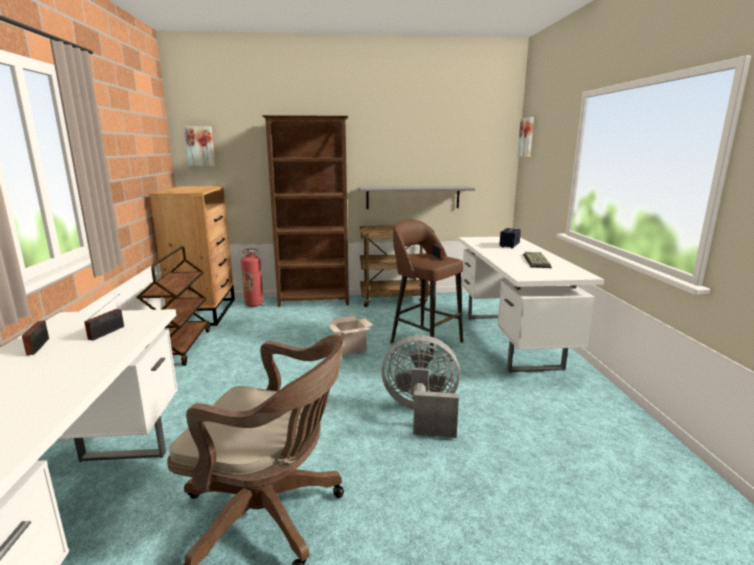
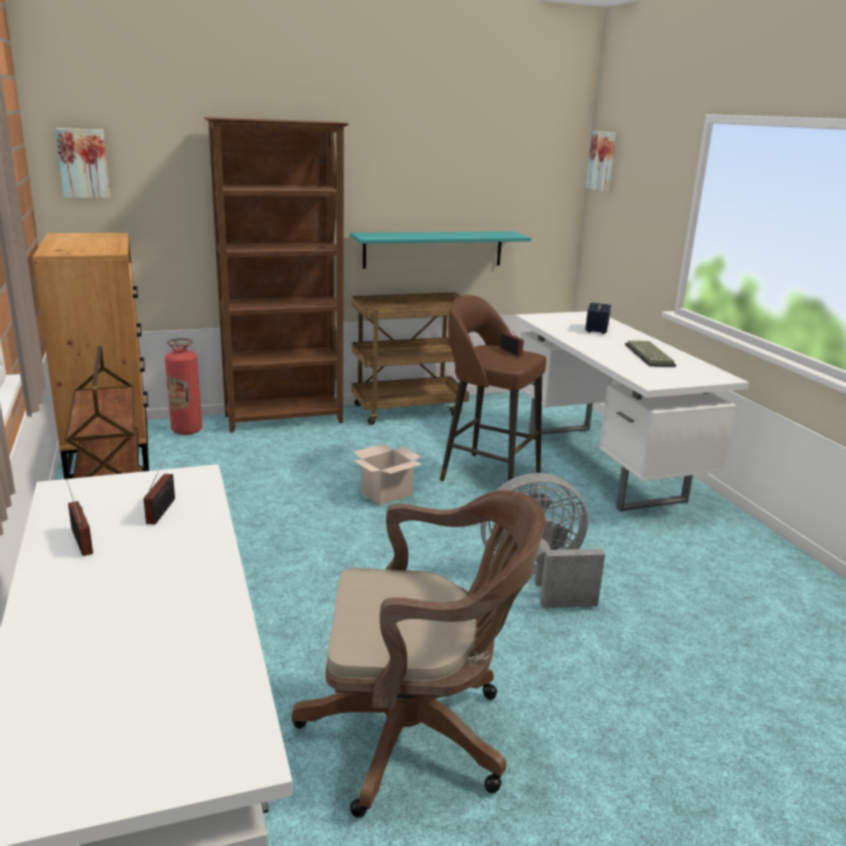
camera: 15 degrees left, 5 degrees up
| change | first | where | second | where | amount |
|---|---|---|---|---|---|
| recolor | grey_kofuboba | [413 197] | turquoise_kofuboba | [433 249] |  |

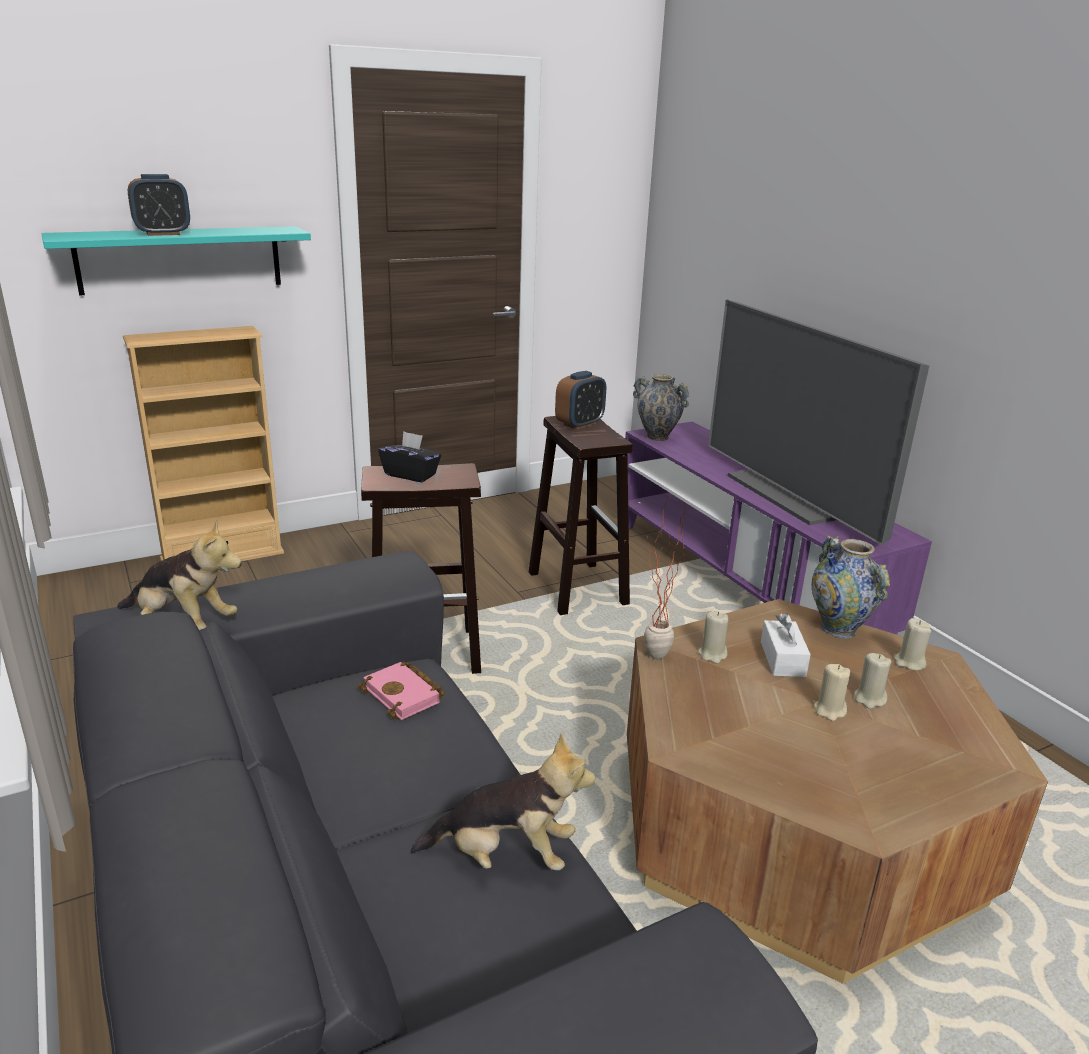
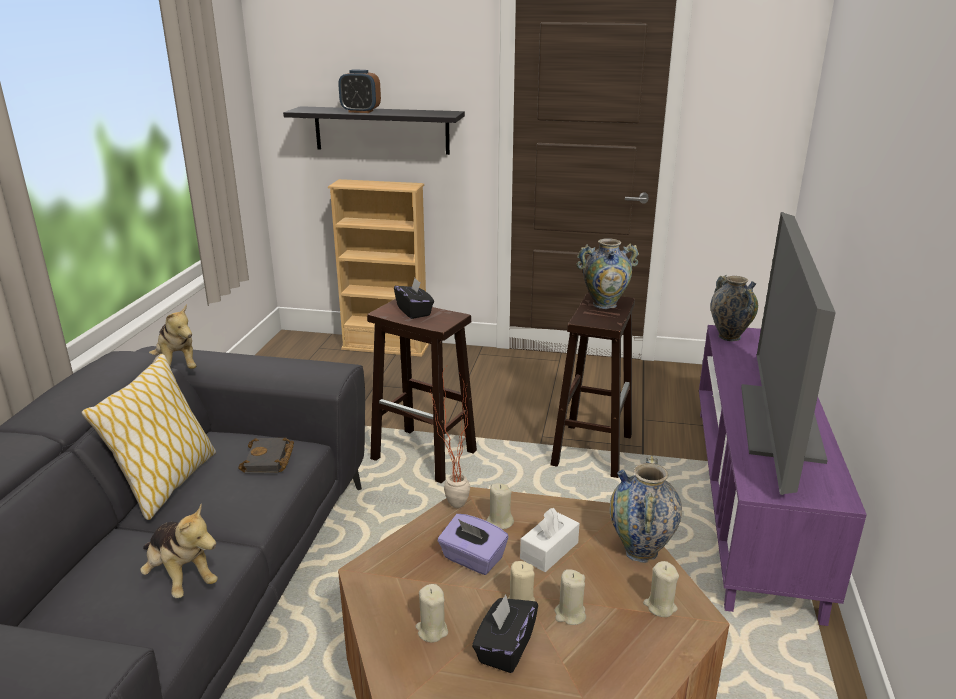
camera: 40 degrees right, 0 degrees up
| change | first | where | second | where | amount |
|---|---|---|---|---|---|
| recolor | turquoise_kofuboba | [180 259] | black_kofuboba | [381 130] |  |
| replace | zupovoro | [579 424] | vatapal | [604 304] |  |
| recolor | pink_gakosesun | [405 695] | black_gakosesun | [269 460] |  |
| insert |  |  | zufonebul | [167 484] |  |
| insert |  |  | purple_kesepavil | [472 559] |  |
| insert |  |  | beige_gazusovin | [432 630] |  |
| insert |  |  | black_kesepavil | [505 648] |  |

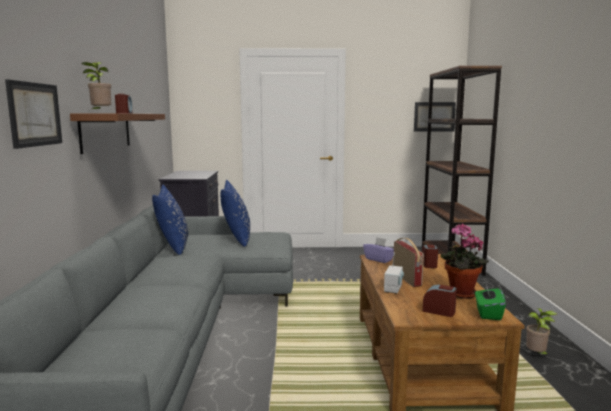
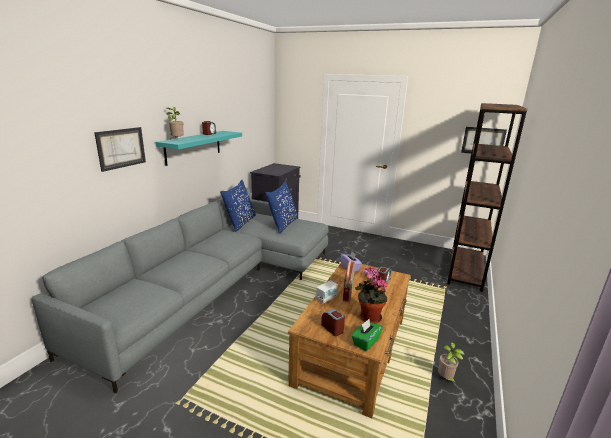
camera: 25 degrees right, 10 degrees up
| change | first | where | second | where | amount |
|---|---|---|---|---|---|
| recolor | brown_kofuboba | [106 131] | turquoise_kofuboba | [193 147] |  |

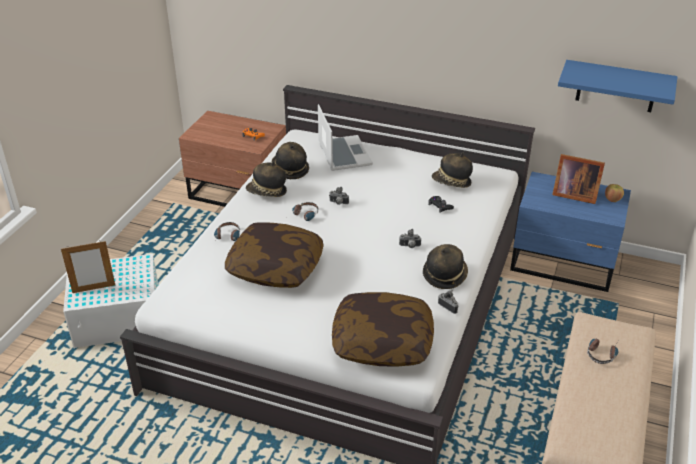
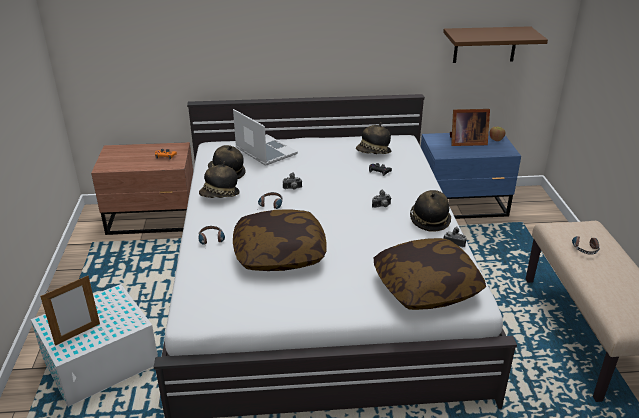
camera: 25 degrees left, 5 degrees down
| change | first | where | second | where | amount |
|---|---|---|---|---|---|
| recolor | blue_kofuboba | [616 86] | brown_kofuboba | [485 44] |  |

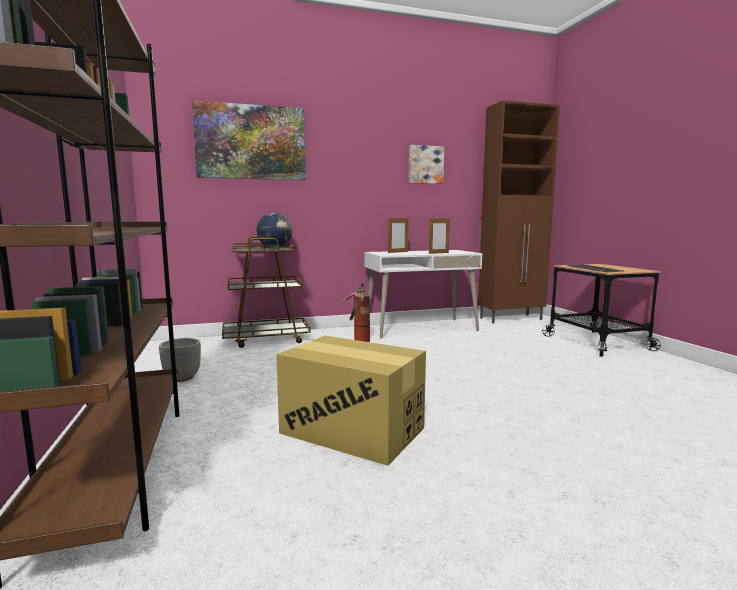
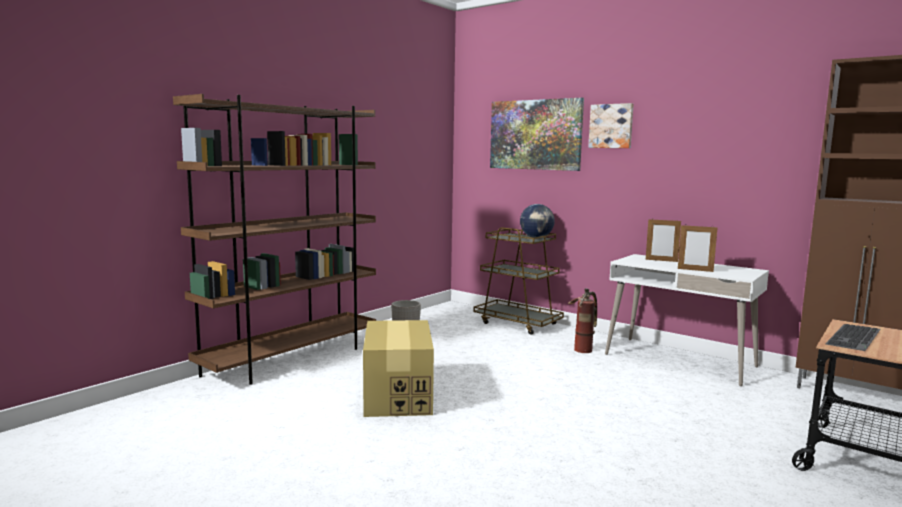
camera: 55 degrees right, 0 degrees up
| change | first | where | second | where | amount |
|---|---|---|---|---|---|
| move | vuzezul | [425 165] |  | [611 126] |  |

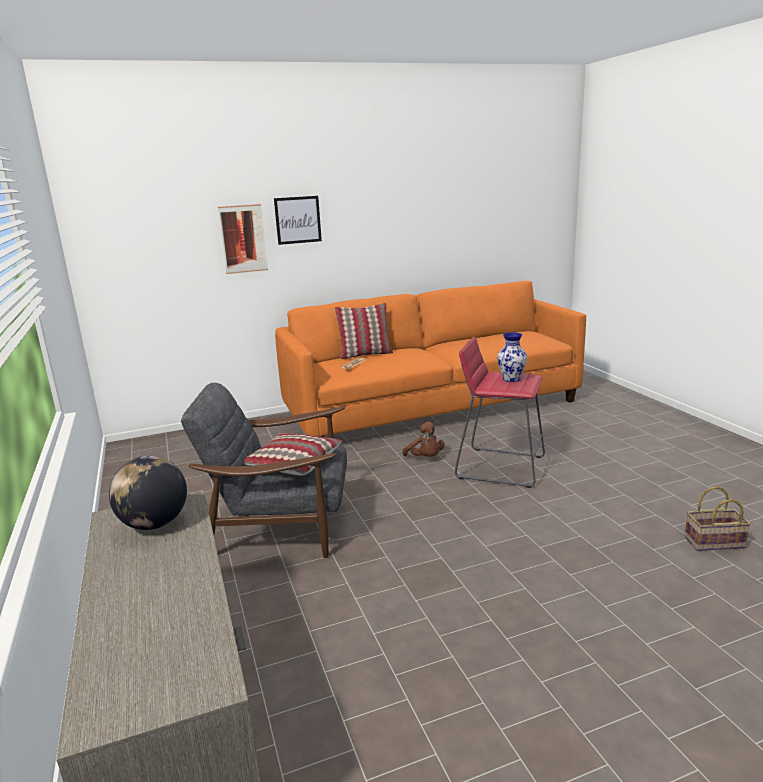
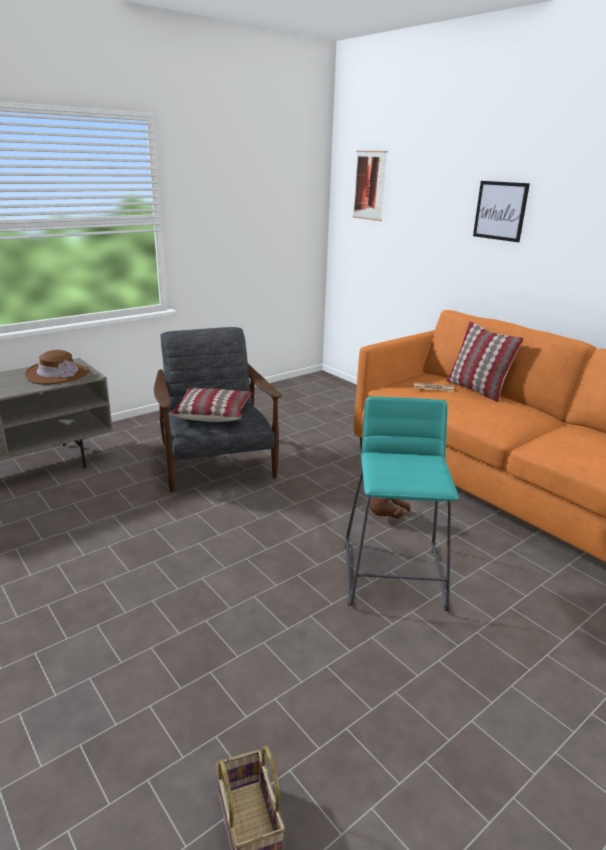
camera: 70 degrees right, 5 degrees up
| change | first | where | second | where | amount |
|---|---|---|---|---|---|
| move | vuzezul | [243 239] |  | [369 185] |  |
| delete | vatapal | [512 379] |  |  |  |
| recolor | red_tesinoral | [500 467] | turquoise_tesinoral | [394 575] |  |
| replace | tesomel | [154 524] | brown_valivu | [57 374] |  |

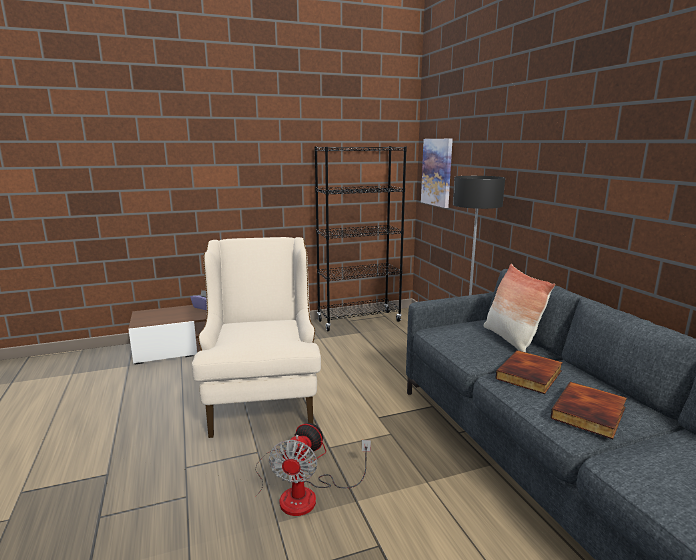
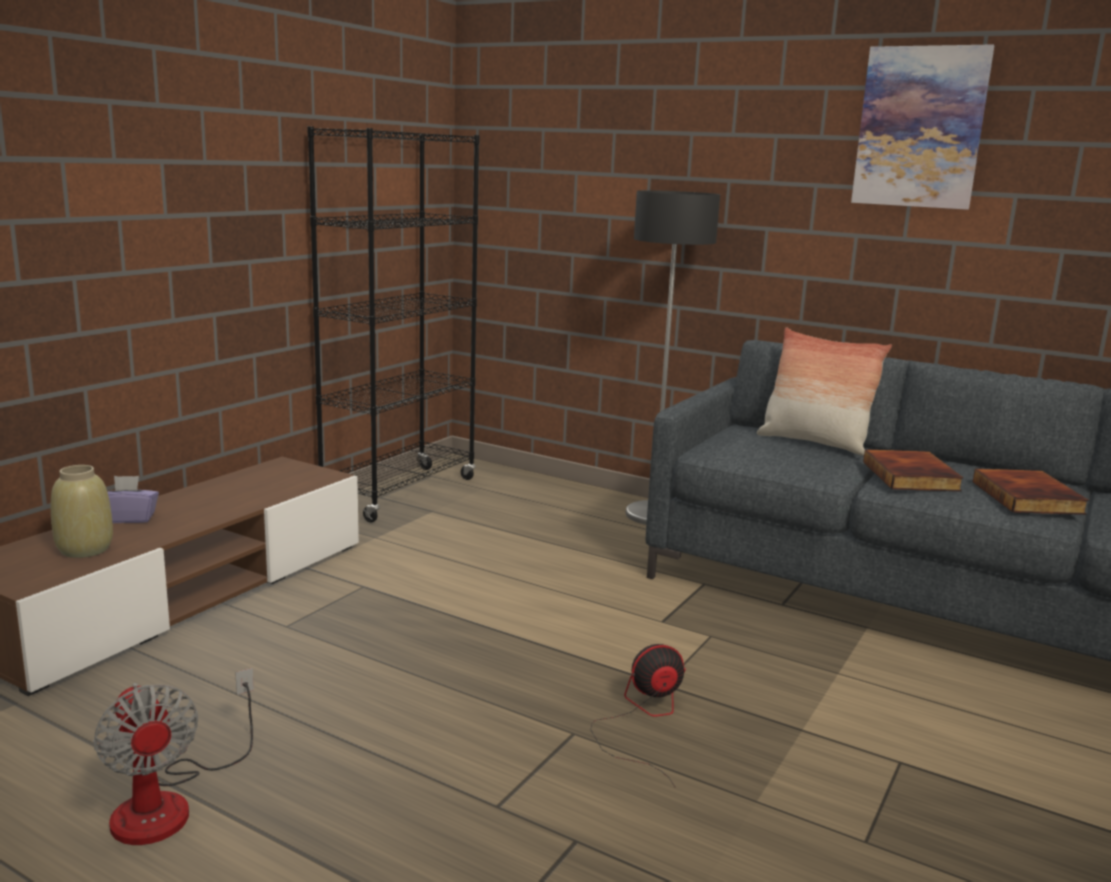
camera: 40 degrees left, 0 degrees up
| change | first | where | second | where | amount |
|---|---|---|---|---|---|
| move | vuzezul | [437 172] |  | [920 128] |  |
| delete | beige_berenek | [263 396] |  |  |  |
| move | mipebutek | [310 496] |  | [170 802] |  |
| insert |  |  | beige_vatapal | [84 550] |  |

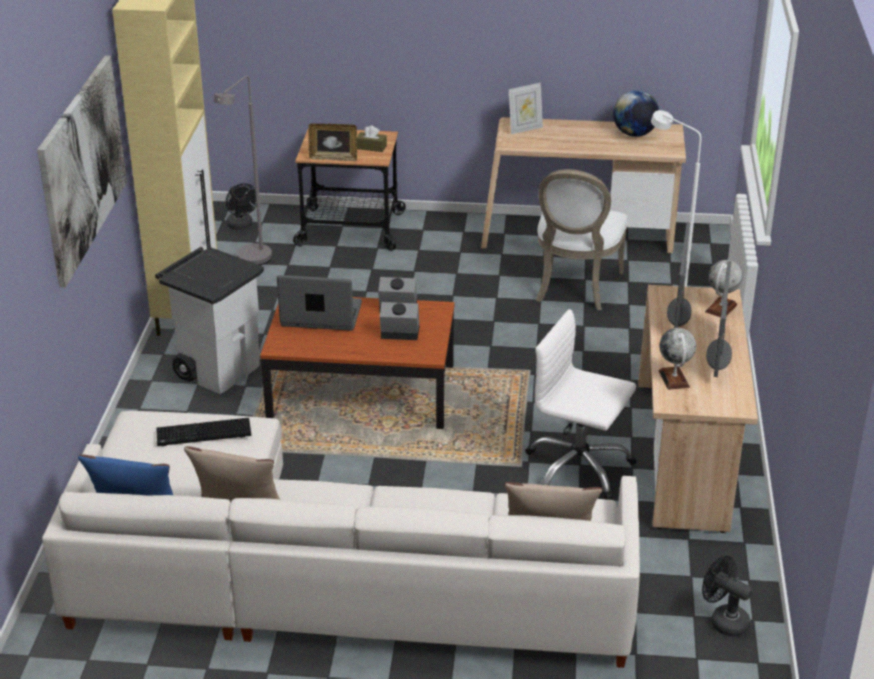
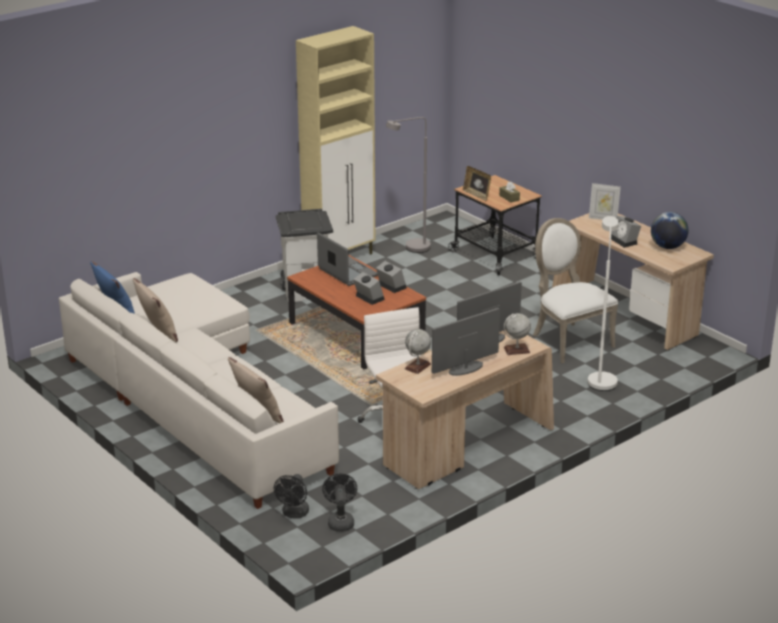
camera: 45 degrees right, 5 degrees down
| change | first | where | second | where | amount |
|---|---|---|---|---|---|
| delete | vuzezul | [82 167] |  |  |  |
| rotate | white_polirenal | [575 288] |  | [568 340] | 90 degrees clockwise |
| move | black_mipebutek | [241 226] |  | [294 514] |  |
| delete | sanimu | [203 434] |  |  |  |
| insert |  |  | zupovoro | [625 241] |  |

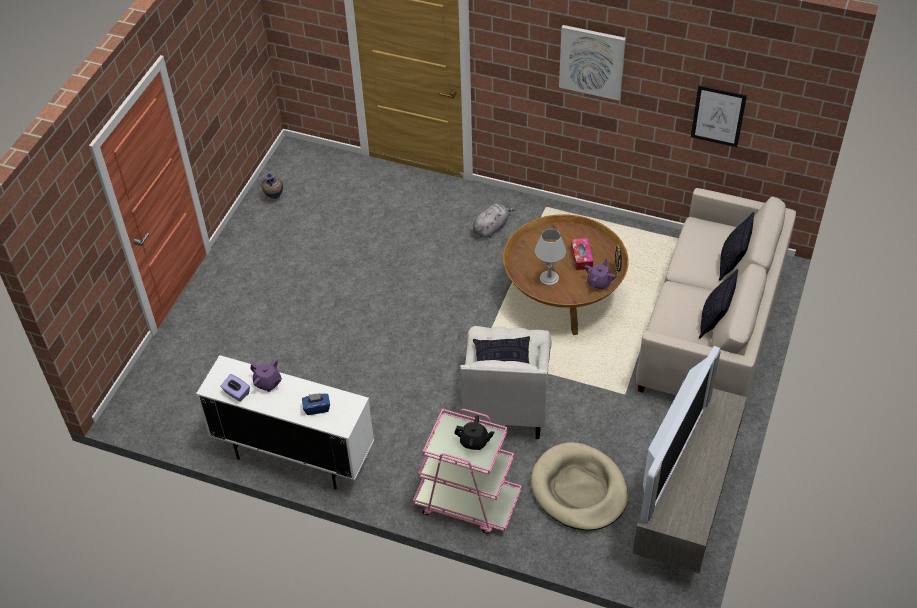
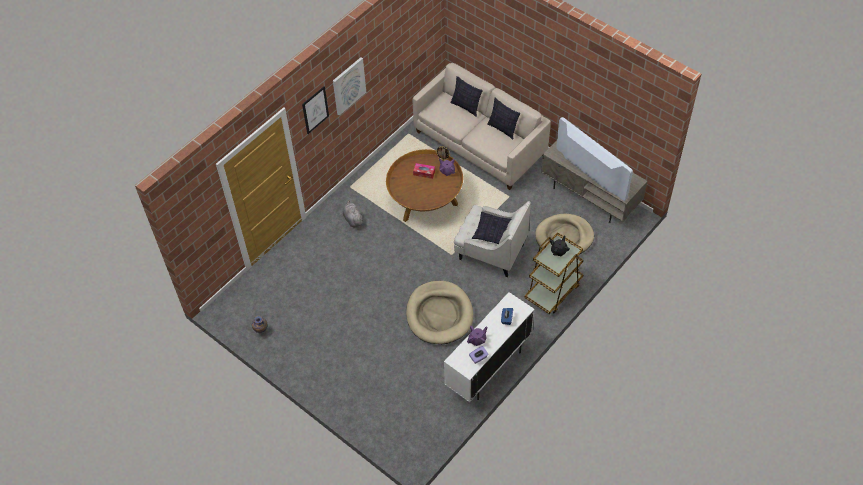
camera: 70 degrees left, 5 degrees up
| change | first | where | second | where | amount |
|---|---|---|---|---|---|
| move | vuzezul | [718 116] |  | [315 110] |  |
| delete | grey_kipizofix | [549 278] |  |  |  |
| recolor | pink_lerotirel | [467 502] | brown_lerotirel | [553 291] |  |
| insert |  |  | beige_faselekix | [439 314] |  |

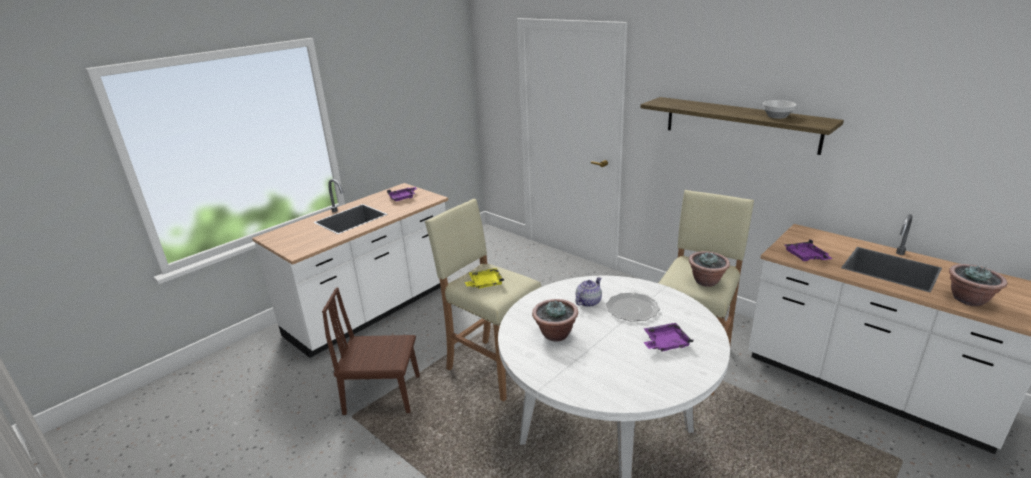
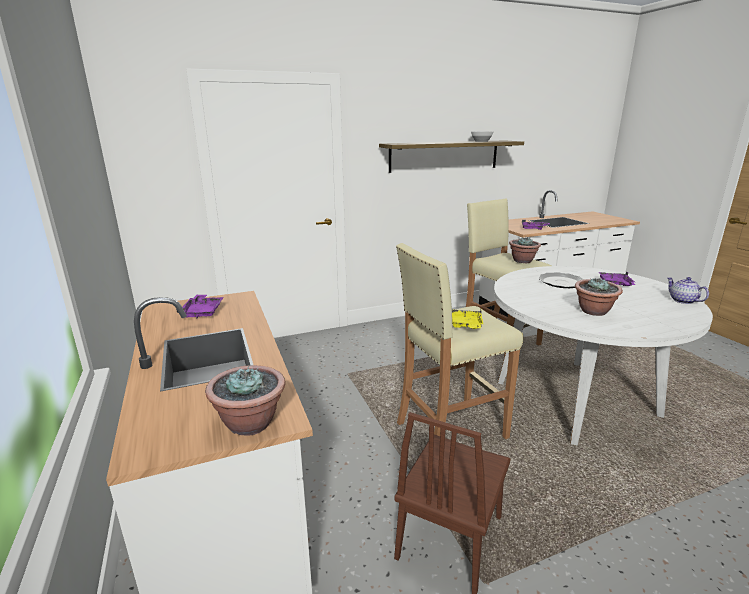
camera: 65 degrees left, 5 degrees down
| change | first | where | second | where | amount |
|---|---|---|---|---|---|
| move | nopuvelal | [969 299] |  | [250 423] |  |
| move | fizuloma | [588 302] |  | [682 300] |  |

